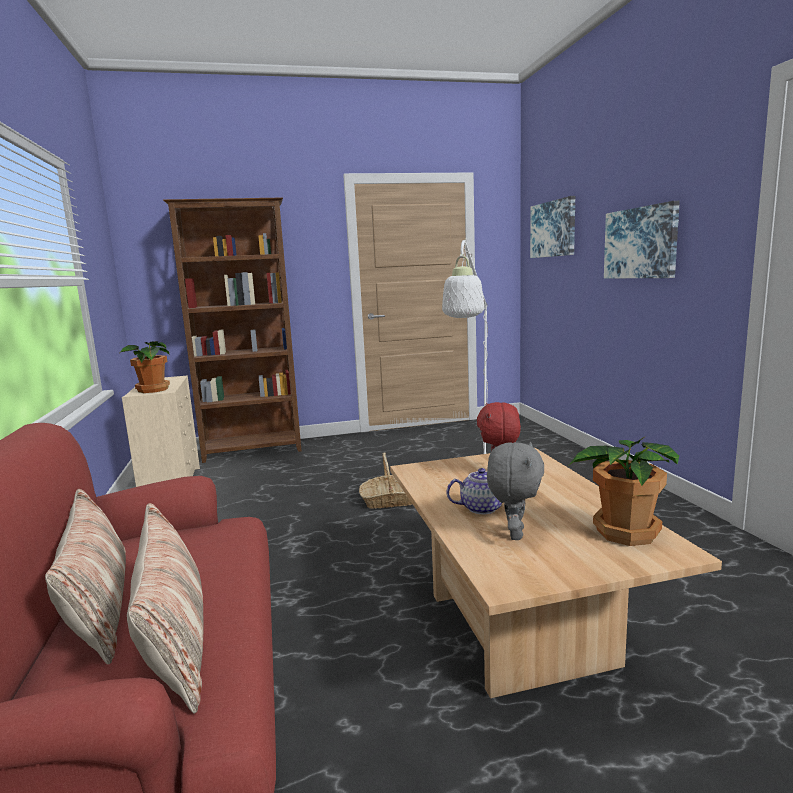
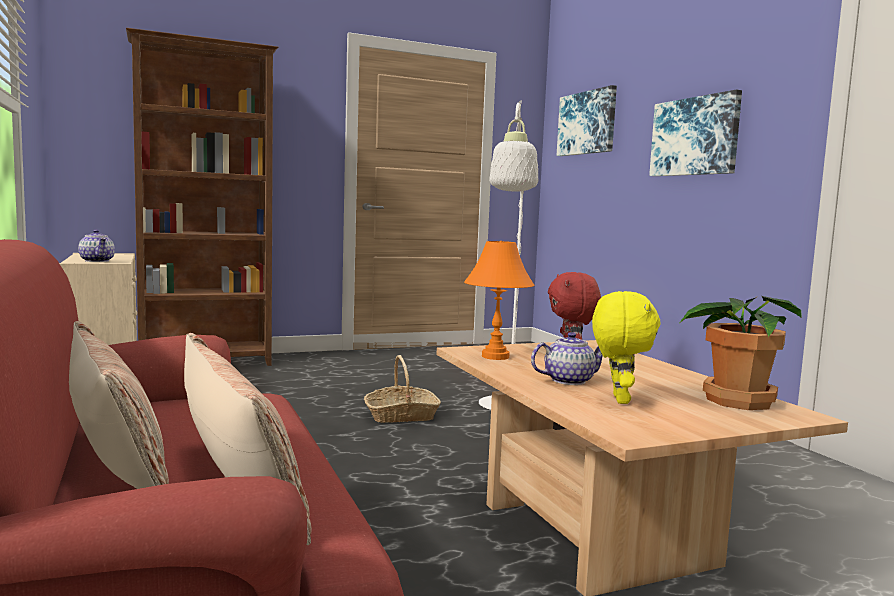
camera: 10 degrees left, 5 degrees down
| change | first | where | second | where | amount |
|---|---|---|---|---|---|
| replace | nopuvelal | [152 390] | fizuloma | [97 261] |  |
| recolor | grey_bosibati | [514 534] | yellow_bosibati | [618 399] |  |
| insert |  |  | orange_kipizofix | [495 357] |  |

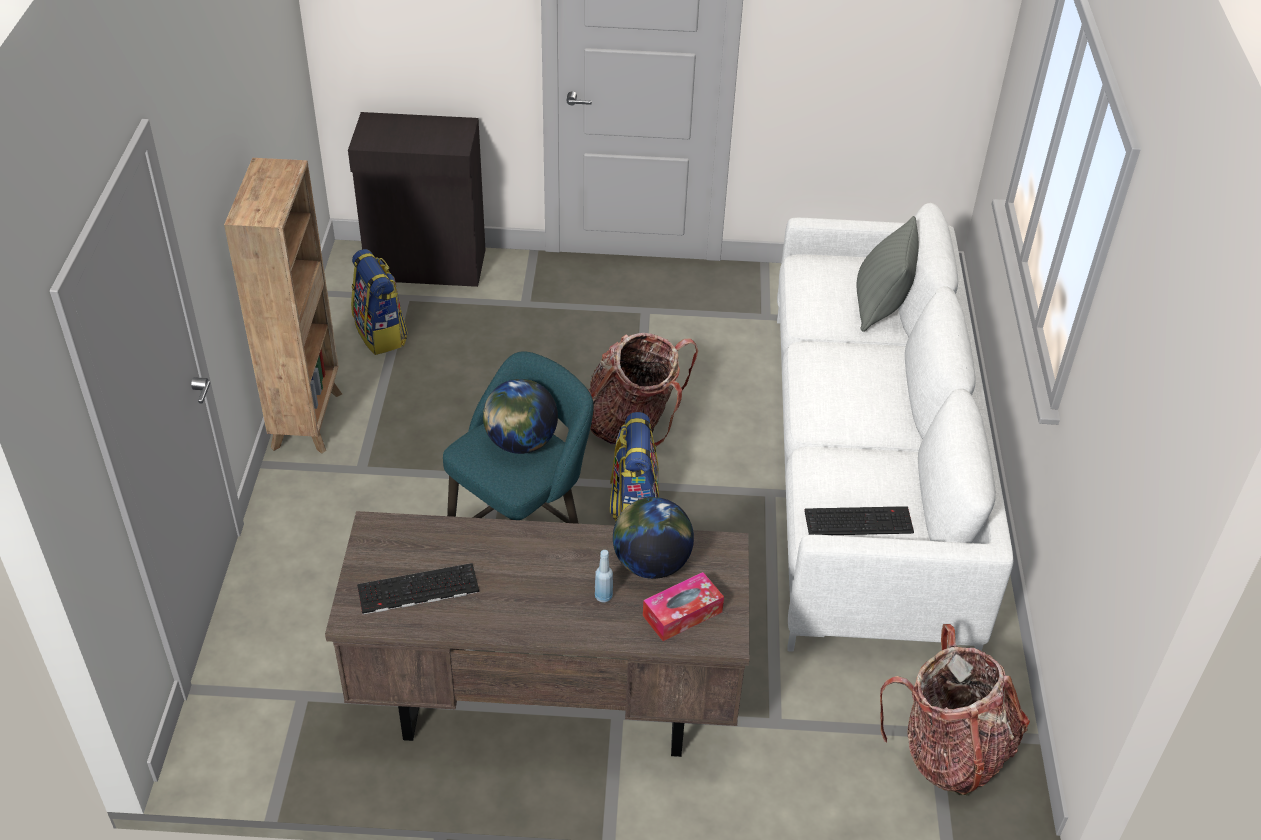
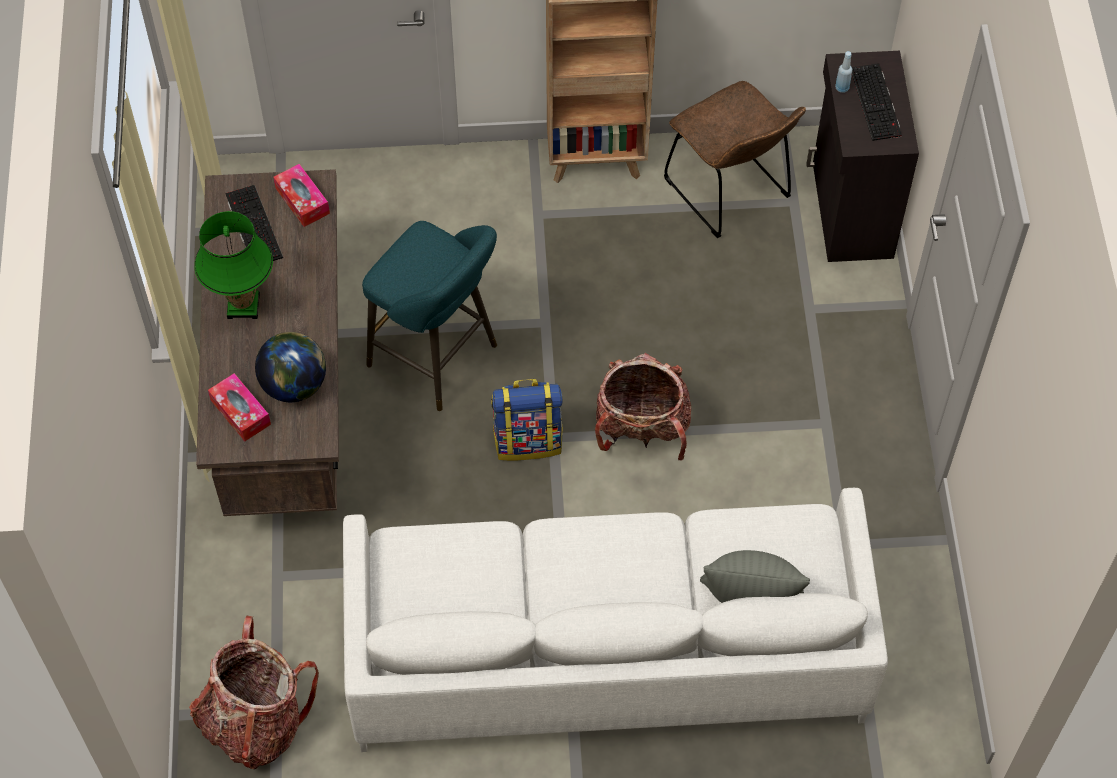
camera: 85 degrees right, 15 degrees up
| change | first | where | second | where | amount |
|---|---|---|---|---|---|
| replace | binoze | [381 334] | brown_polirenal | [731 193] |  |
| delete | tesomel | [520 442] |  |  |  |
| move | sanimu | [859 520] |  | [877 103] |  |
| move | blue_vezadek | [603 596] |  | [842 88] |  |
| insert |  |  | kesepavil | [302 201] |  |
| insert |  |  | green_kipizofix | [243 306] |  |

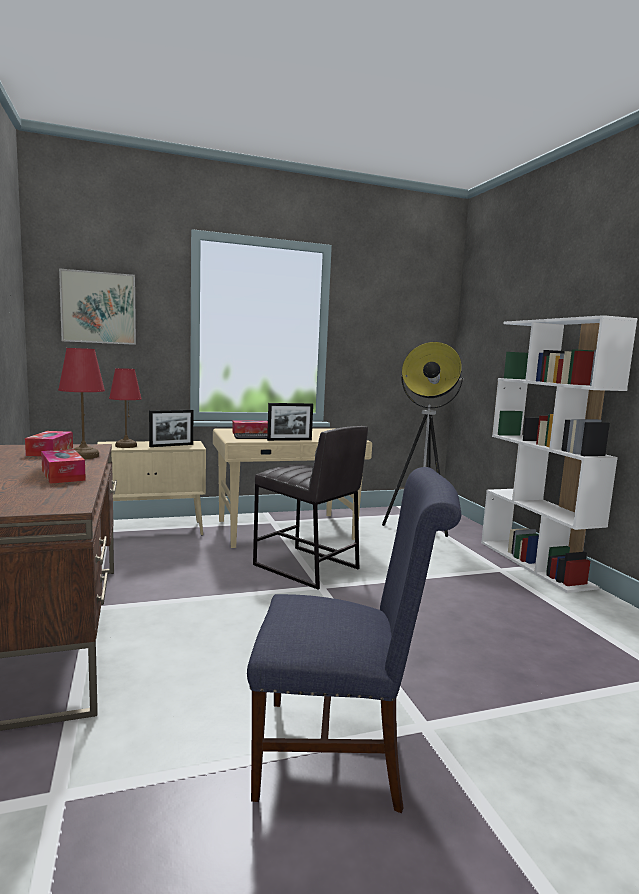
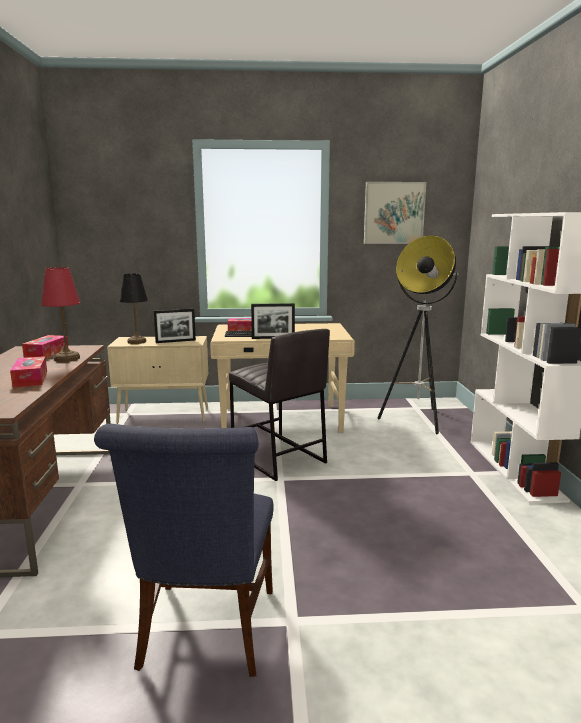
camera: 15 degrees right, 5 degrees up
| change | first | where | second | where | amount |
|---|---|---|---|---|---|
| move | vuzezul | [98 307] |  | [394 213] |  |
| recolor | red_kipizofix | [126 446] | black_kipizofix | [136 342] |  |
| rotate | blue_polirenal | [342 753] |  | [206 634] | 75 degrees clockwise |

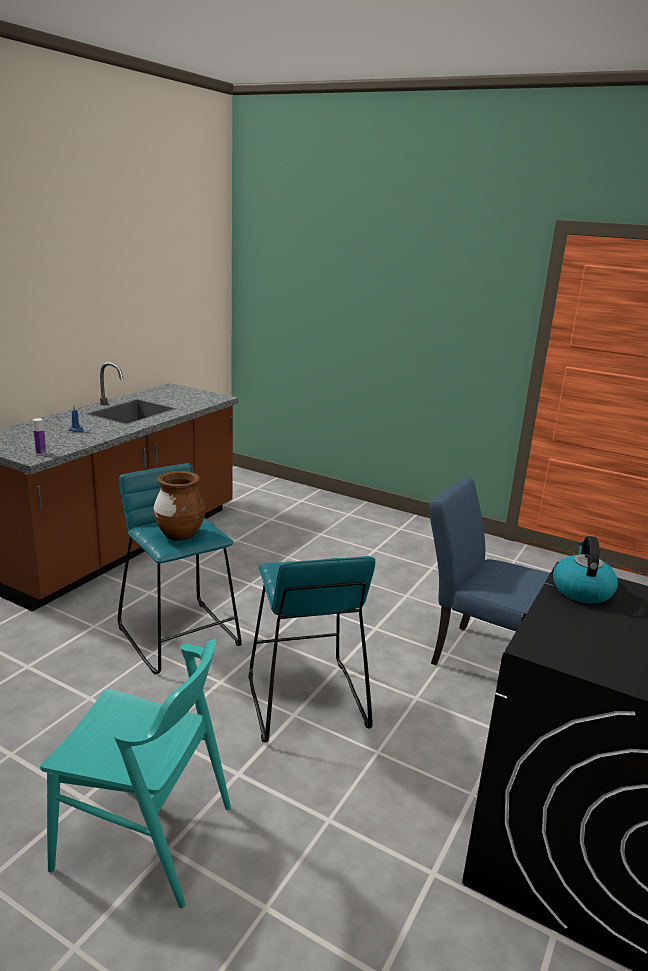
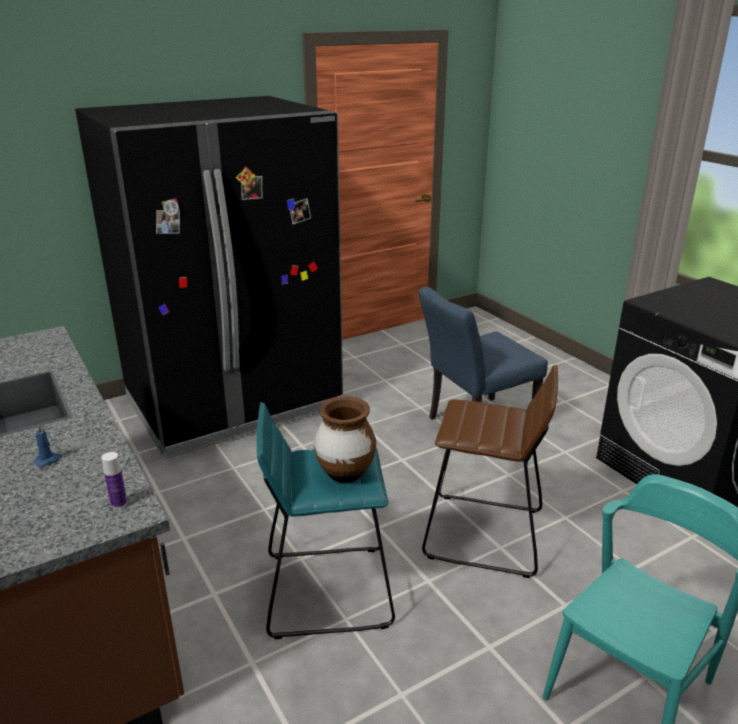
camera: 60 degrees left, 5 degrees up
| change | first | where | second | where | amount |
|---|---|---|---|---|---|
| delete | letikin | [581 590] |  |  |  |
| recolor | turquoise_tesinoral | [305 700] | brown_tesinoral | [484 534] |  |
| insert |  |  | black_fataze | [234 404] |  |

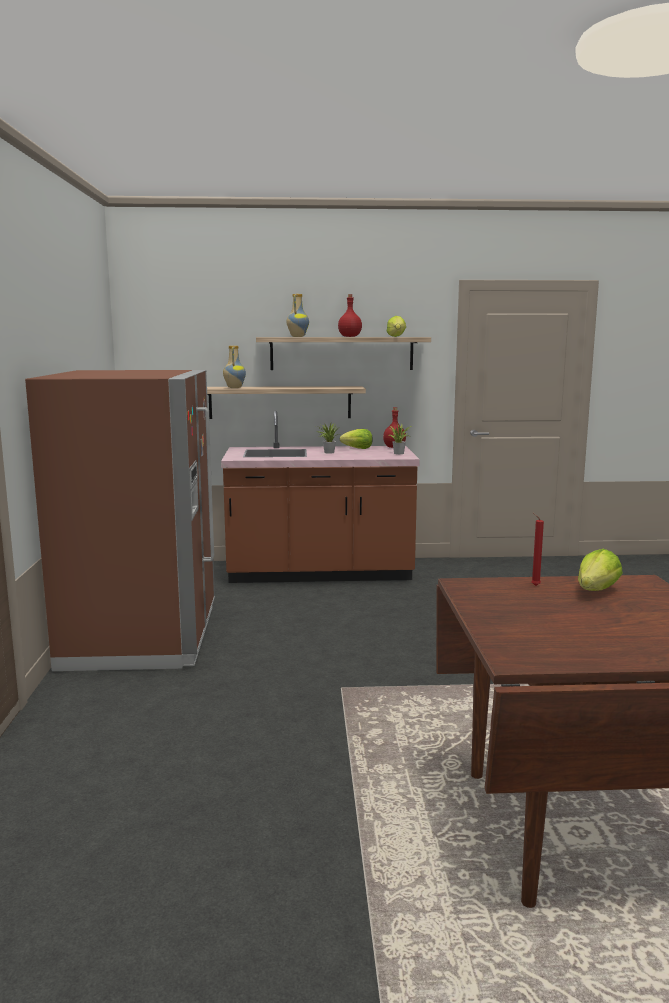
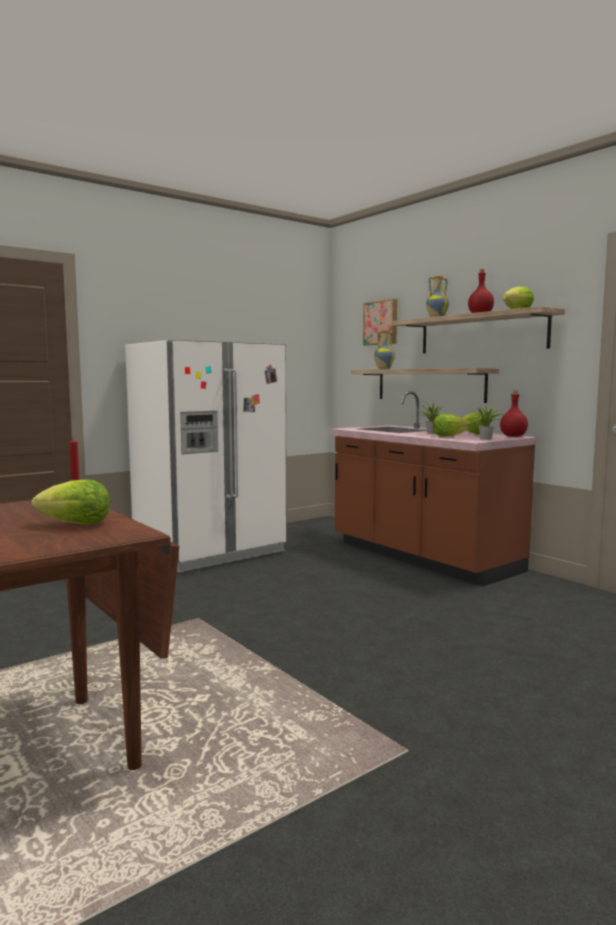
camera: 55 degrees right, 5 degrees down
| change | first | where | second | where | amount |
|---|---|---|---|---|---|
| recolor | brown_fataze | [142 637] | white_fataze | [209 551] |  |
| insert |  |  | vuzezul | [381 323] |  |
| insert |  |  | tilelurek | [448 436] |  |

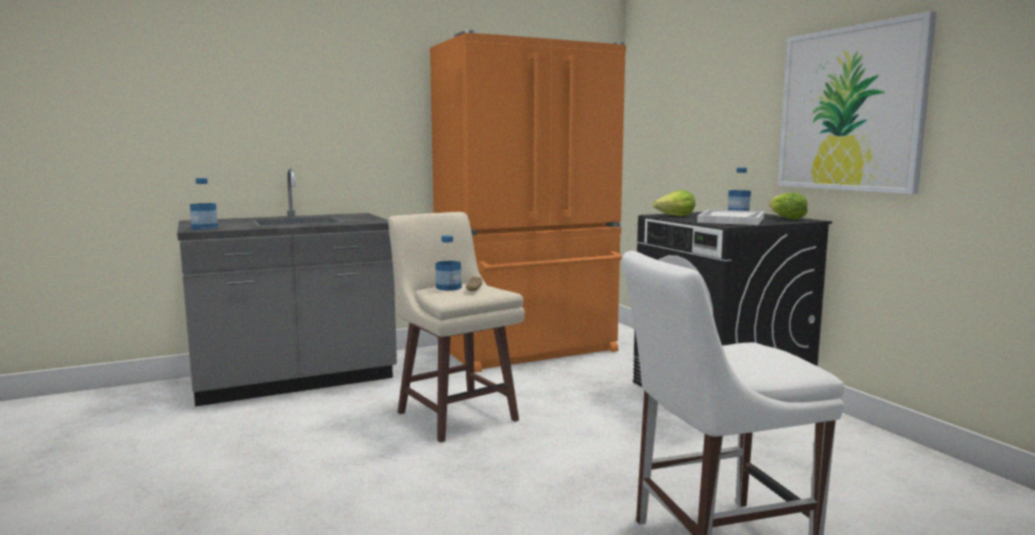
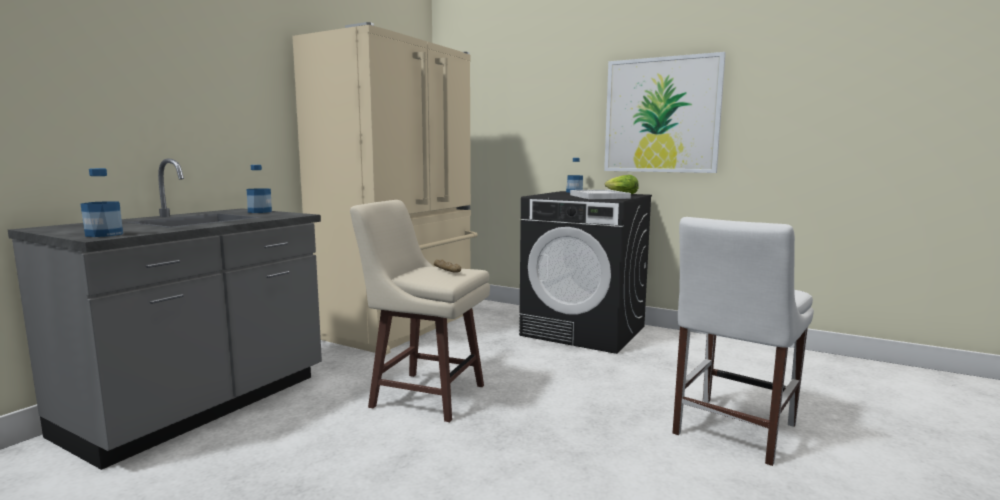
camera: 35 degrees left, 0 degrees up
| change | first | where | second | where | amount |
|---|---|---|---|---|---|
| recolor | orange_fataze | [529 349] | beige_fataze | [401 326] |  |
| delete | tilelurek | [675 216] |  |  |  |
| move | vezadek | [448 288] |  | [259 211] |  |

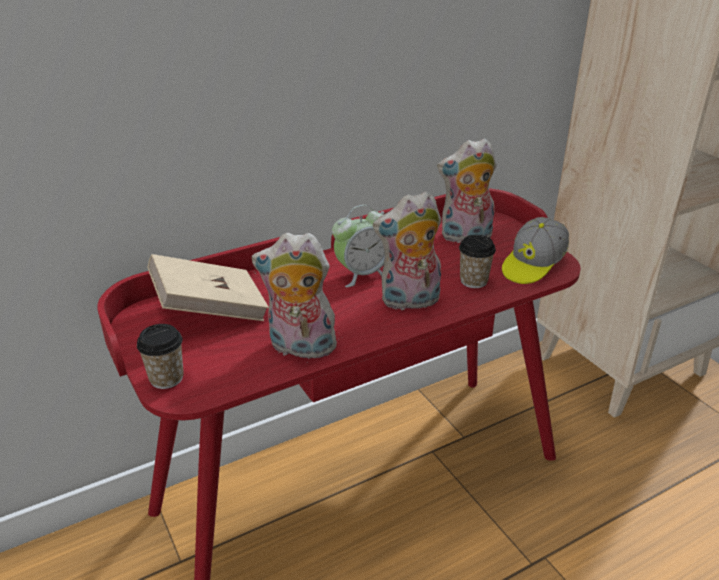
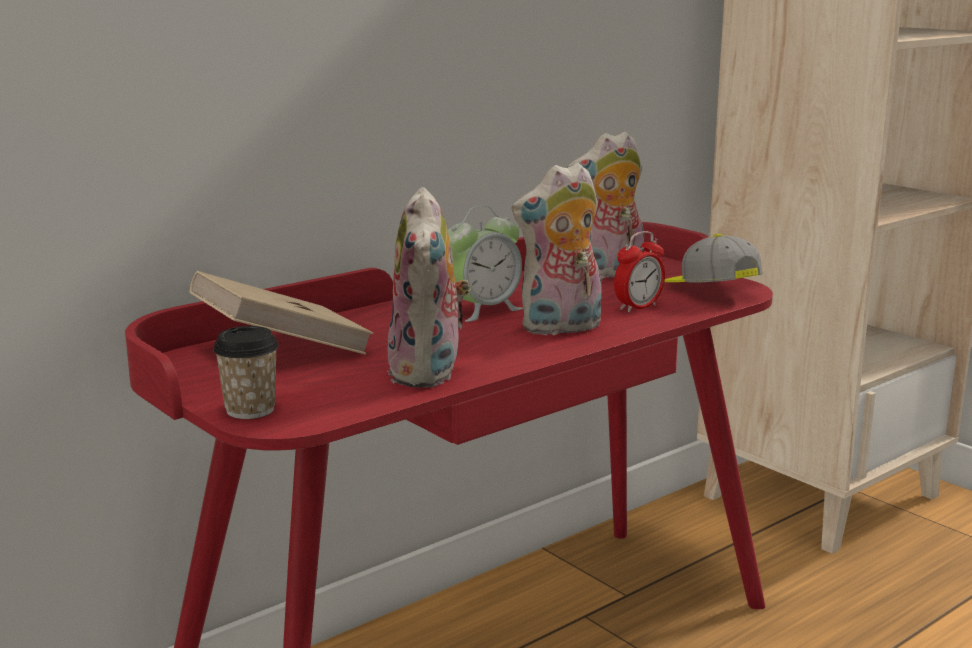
camera: 10 degrees left, 15 degrees down
| change | first | where | second | where | amount |
|---|---|---|---|---|---|
| rotate | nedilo | [533 265] |  | [709 291] | 120 degrees clockwise |
| rotate | bosibati | [300 348] |  | [429 373] | 90 degrees counterclockwise |
| replace | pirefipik | [473 281] | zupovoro | [638 307] |  |

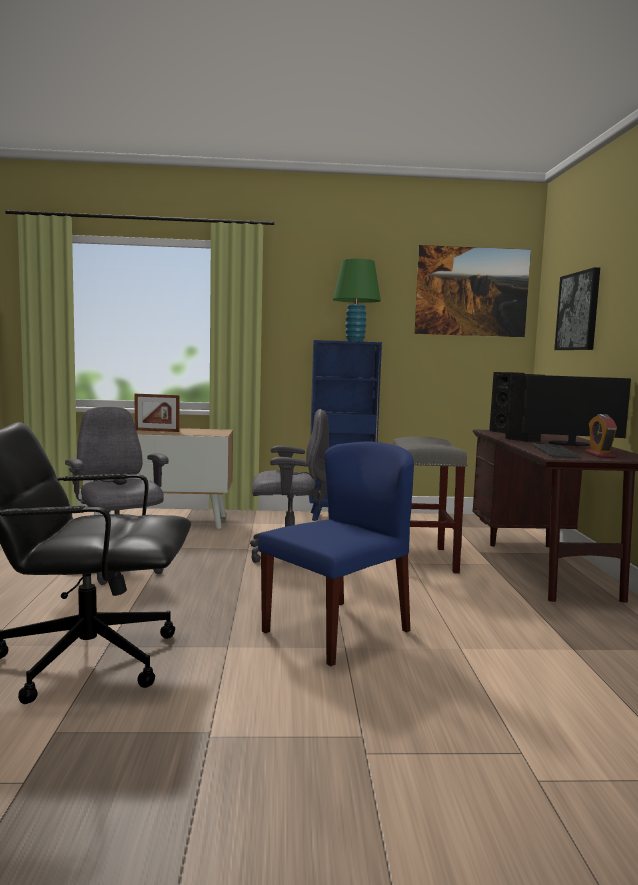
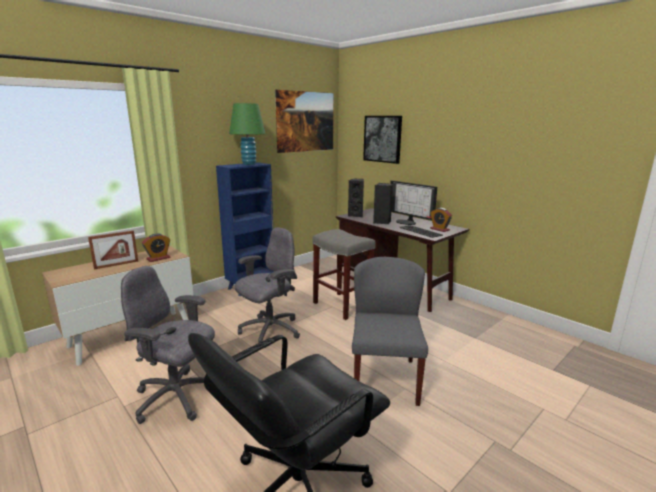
camera: 40 degrees left, 10 degrees up
| change | first | where | second | where | amount |
|---|---|---|---|---|---|
| rotate | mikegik | [568 444] |  | [407 222] | 105 degrees counterclockwise |
| recolor | blue_polirenal | [337 630] | grey_polirenal | [384 379] |  |
| insert |  |  | zupovoro | [158 258] |  |

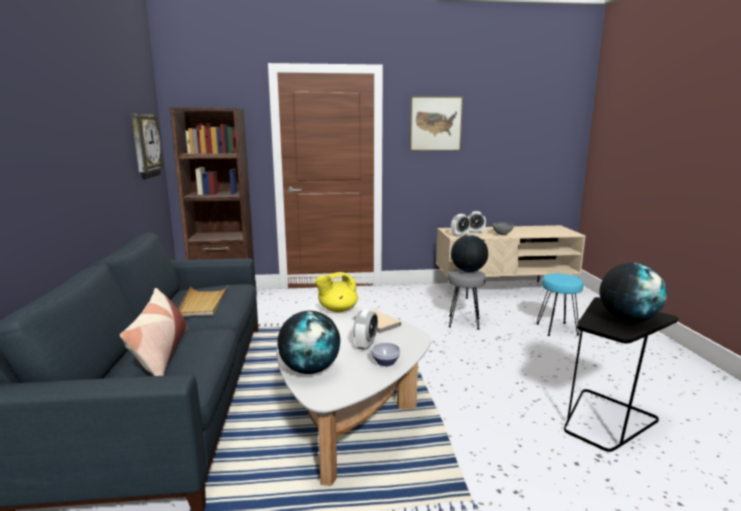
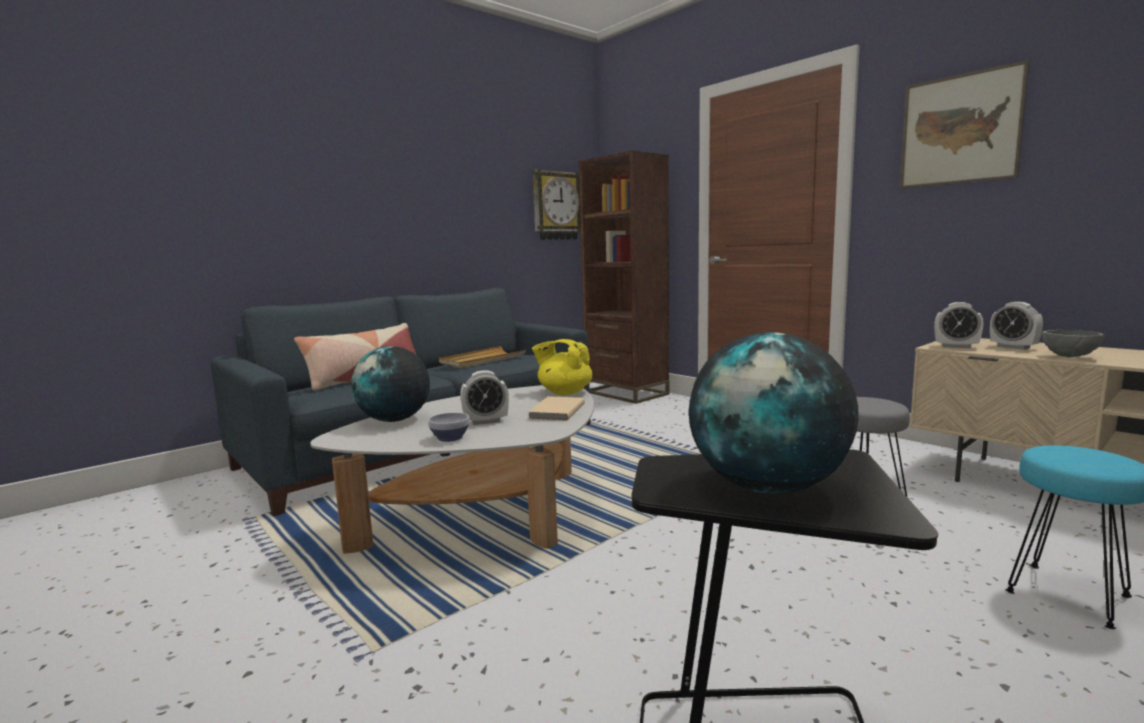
camera: 55 degrees right, 5 degrees down
| change | first | where | second | where | amount |
|---|---|---|---|---|---|
| delete | tesomel | [468 271] |  |  |  |

